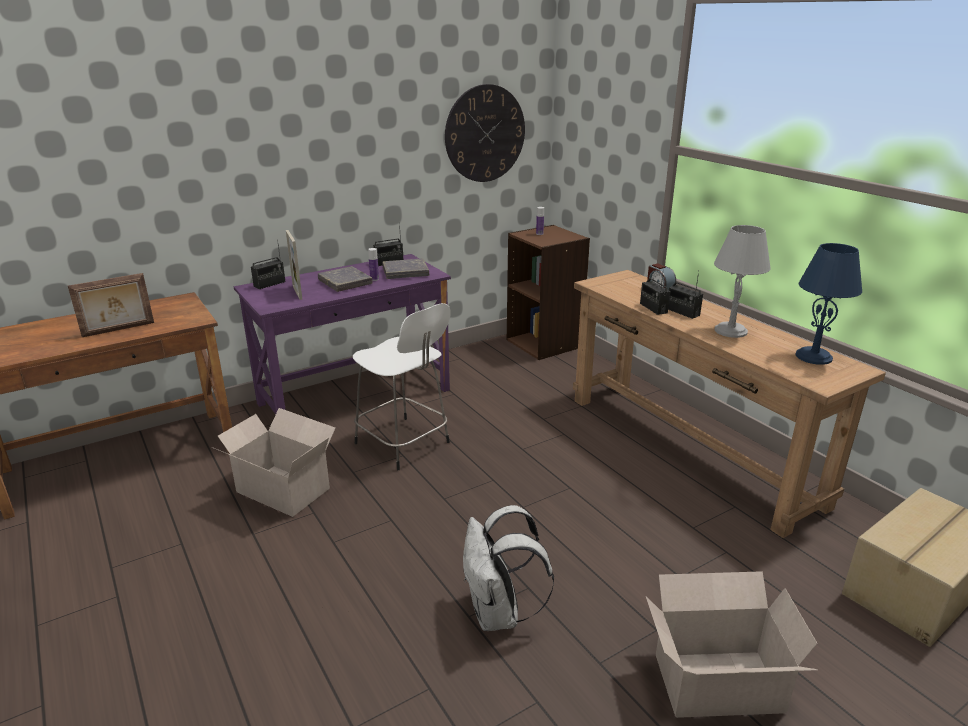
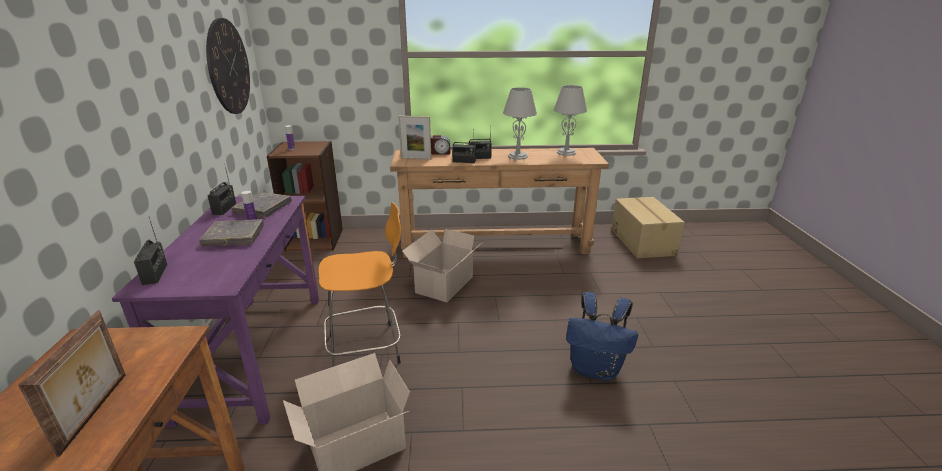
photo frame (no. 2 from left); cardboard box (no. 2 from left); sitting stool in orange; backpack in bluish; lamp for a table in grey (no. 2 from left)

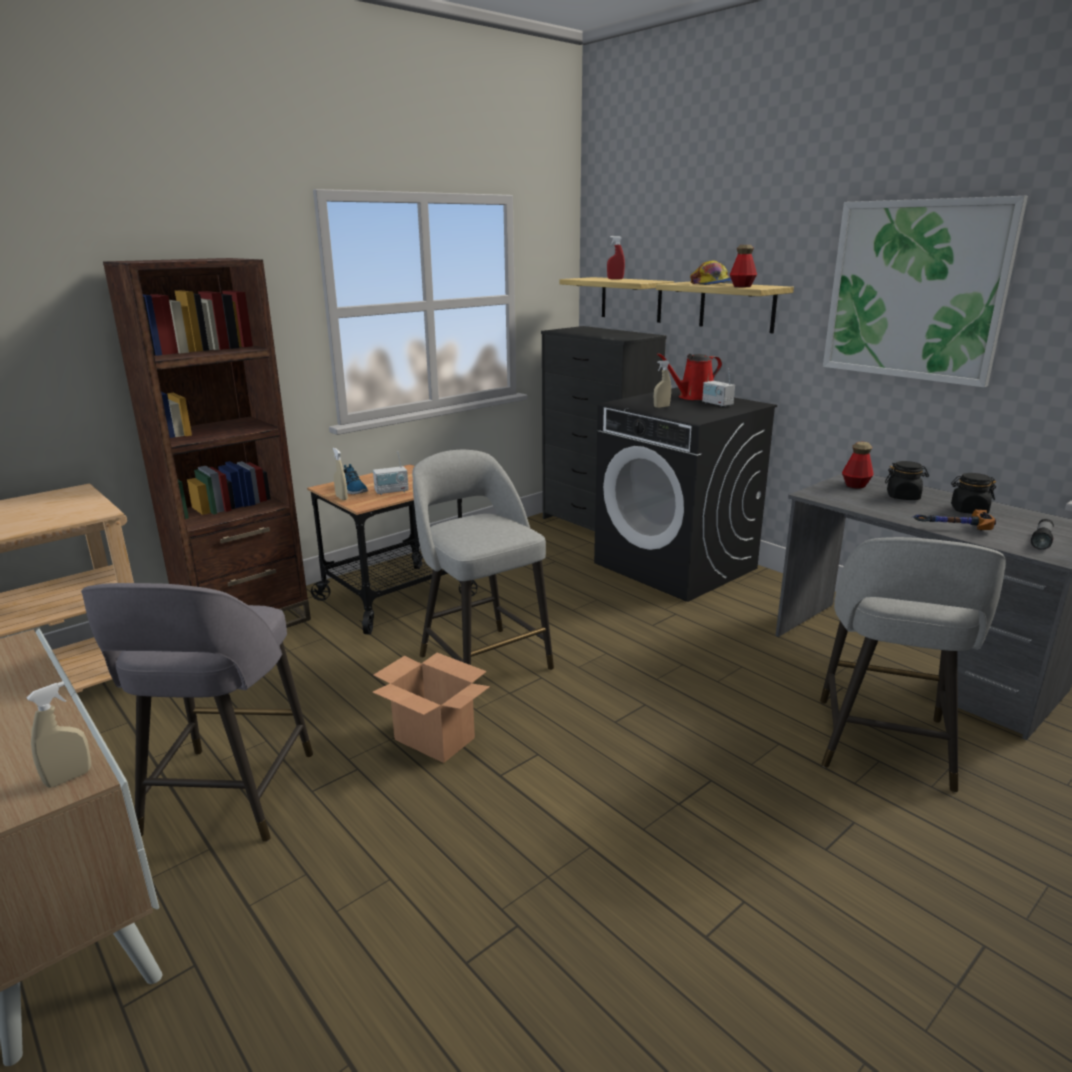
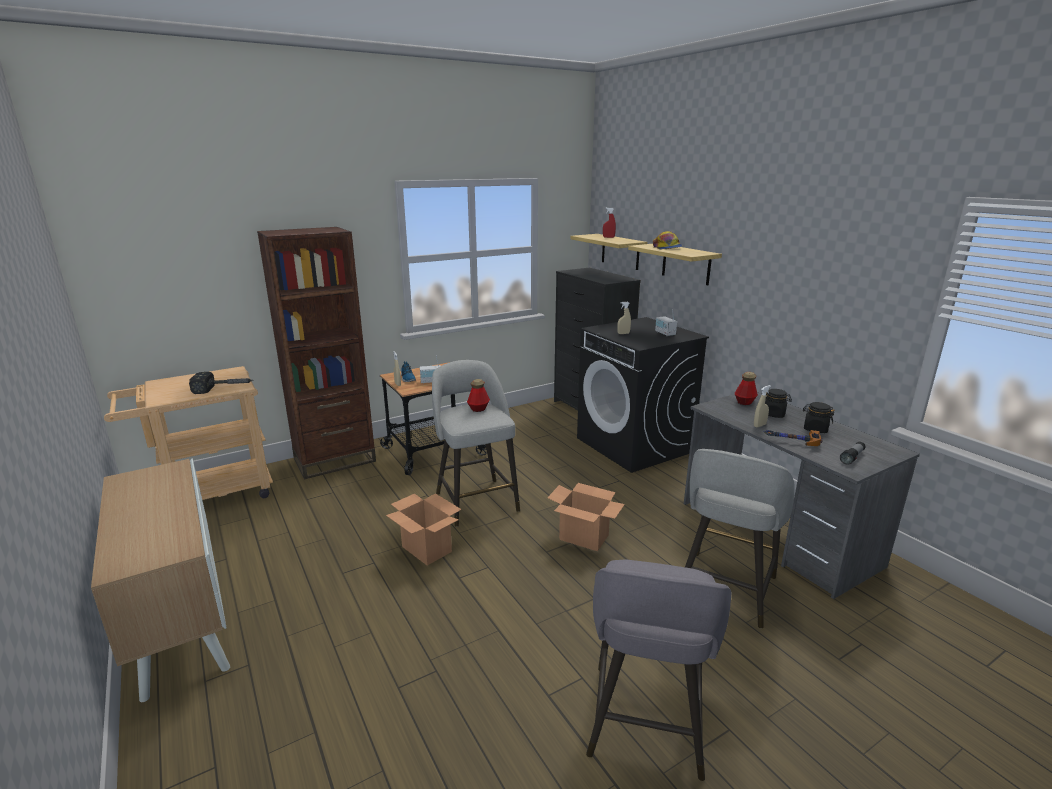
sprinkling can in red-coloured; wall picture; tool hammer (no. 1 from left); cardboard box (no. 2 from left); spray bottle in beige-coloured (no. 3 from left); sitting stool in grey (no. 2 from left); bottle (no. 1 from left)

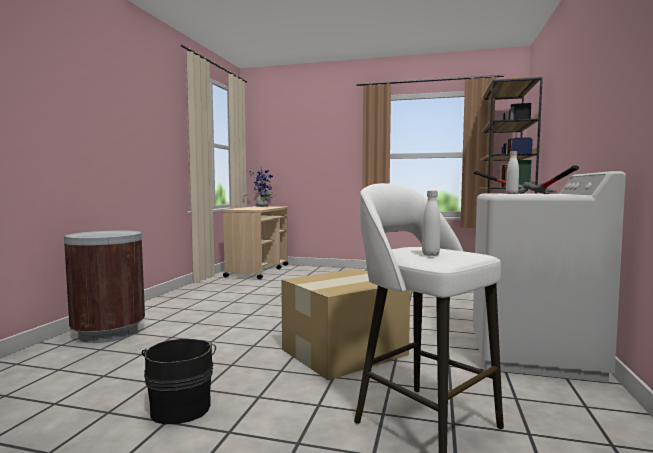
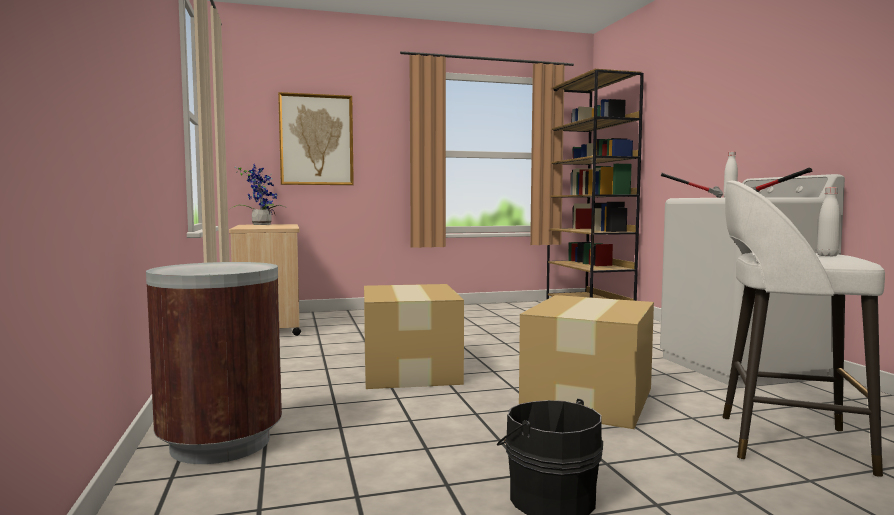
wall picture; cardboard box (no. 1 from left)

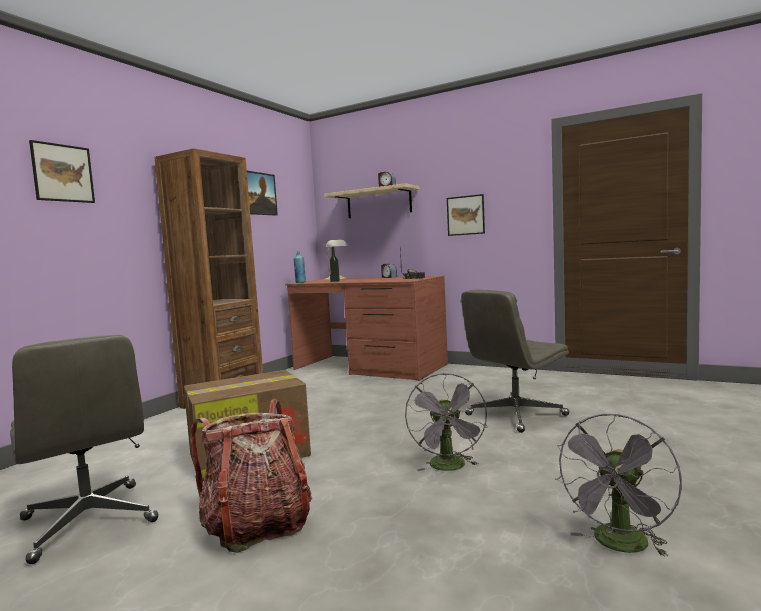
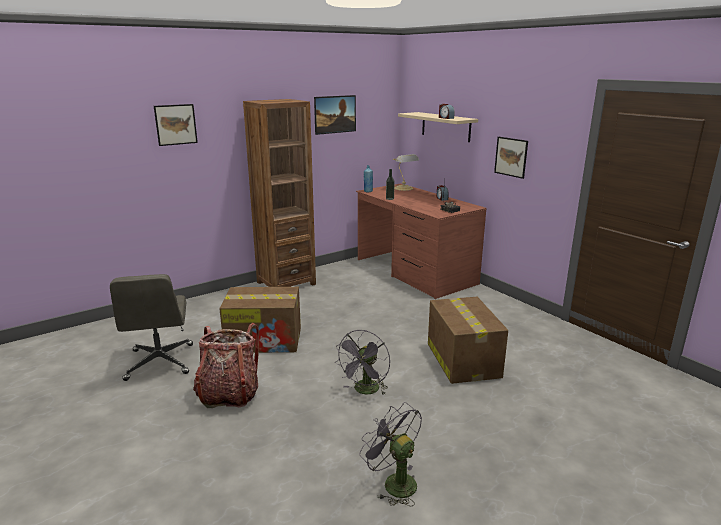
cardboard box (no. 2 from left); fan in grey (no. 2 from left)

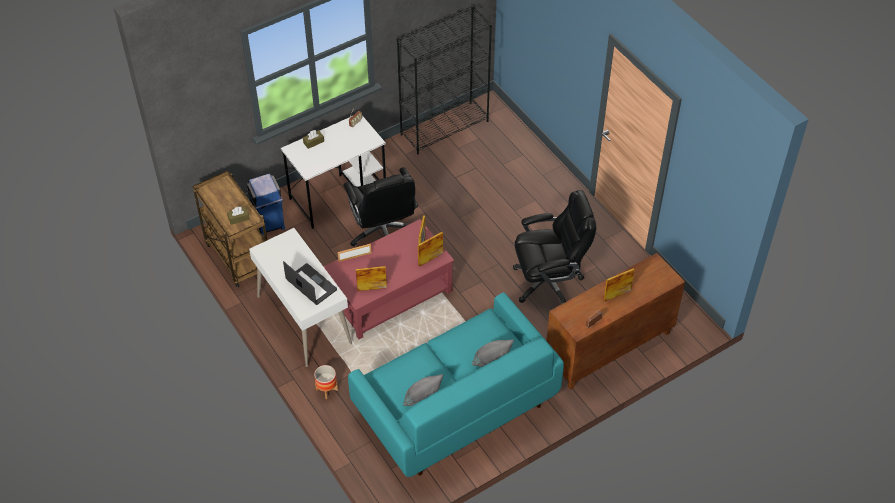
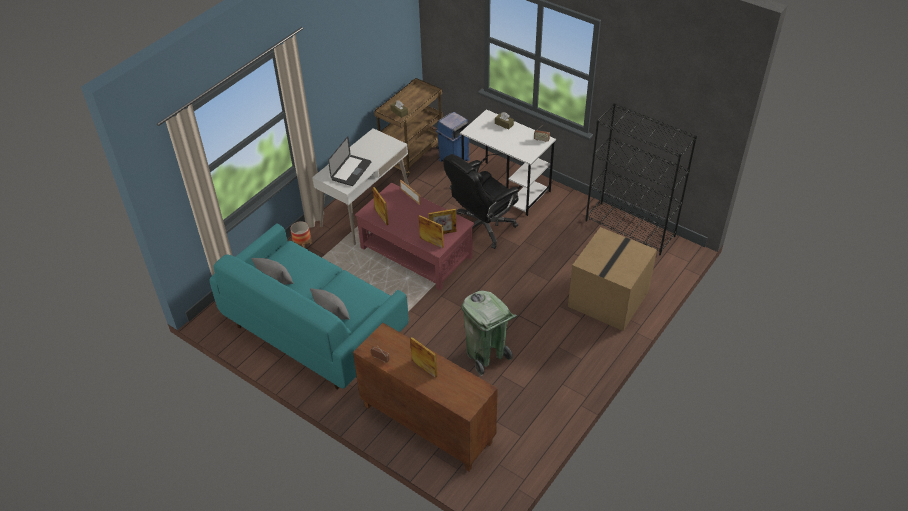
cardboard box; waste bin in greenish

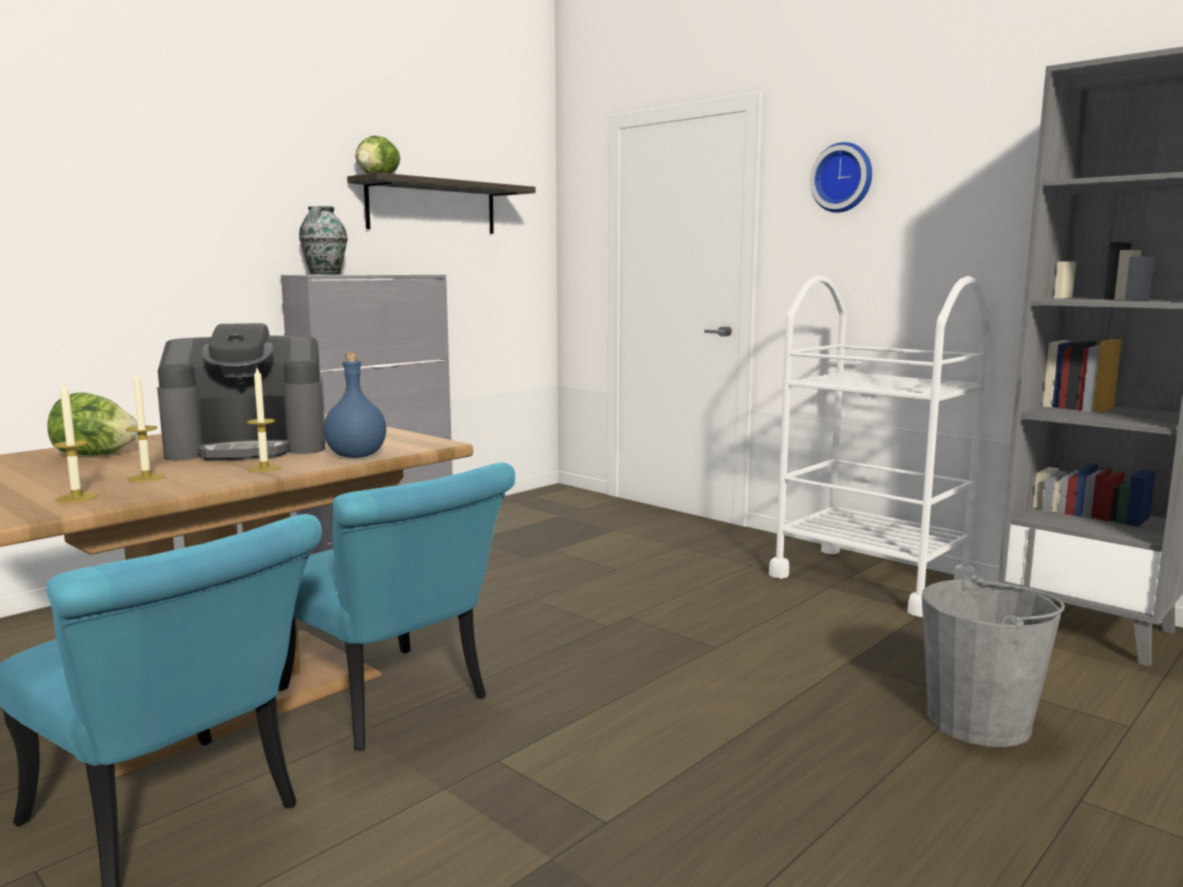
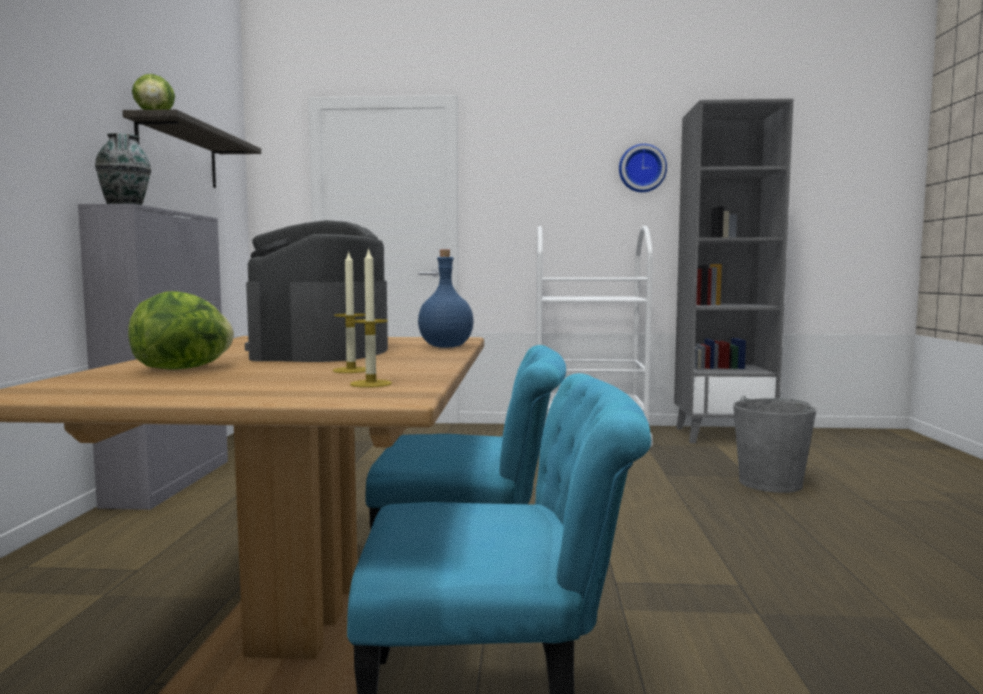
candle (no. 3 from left in the first image); hanging clock; coffee brewer

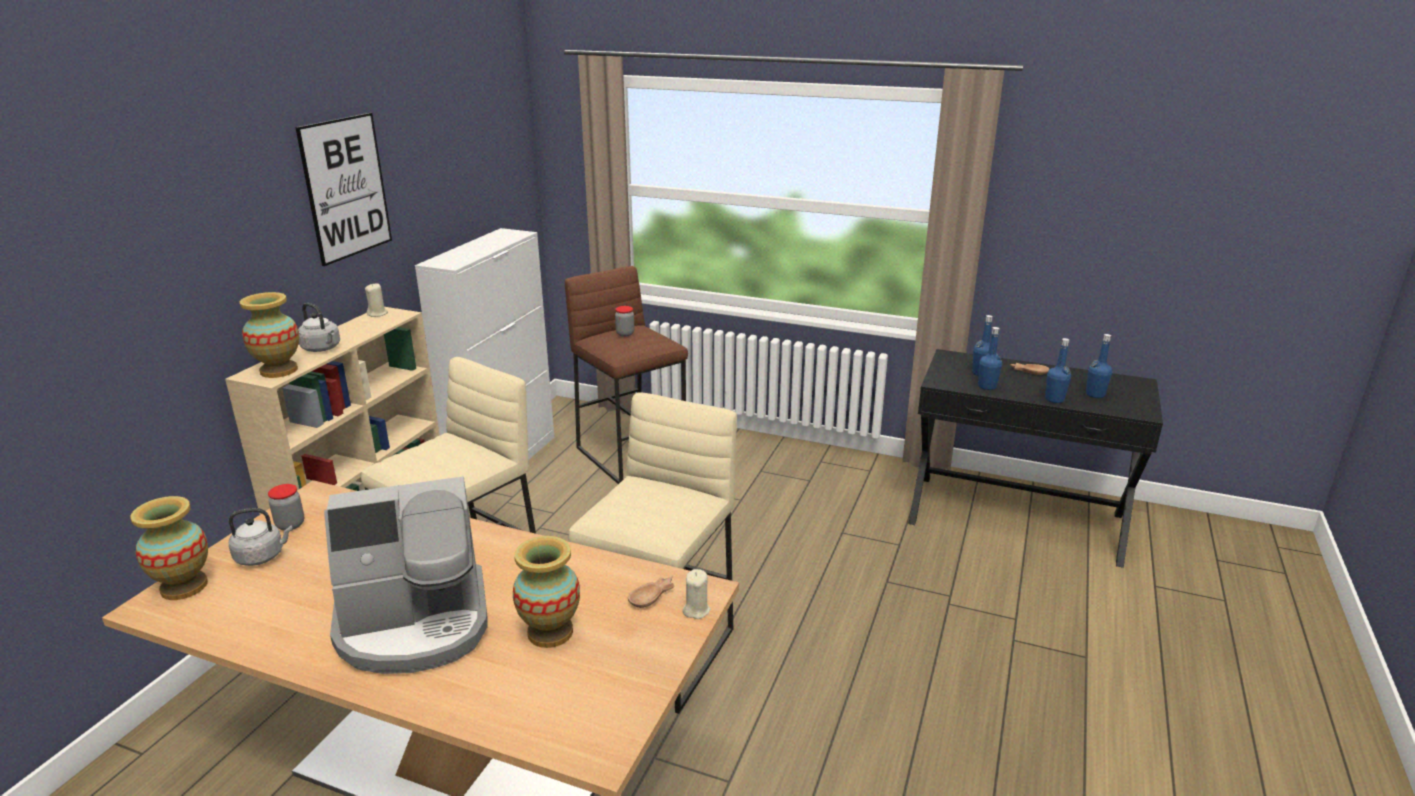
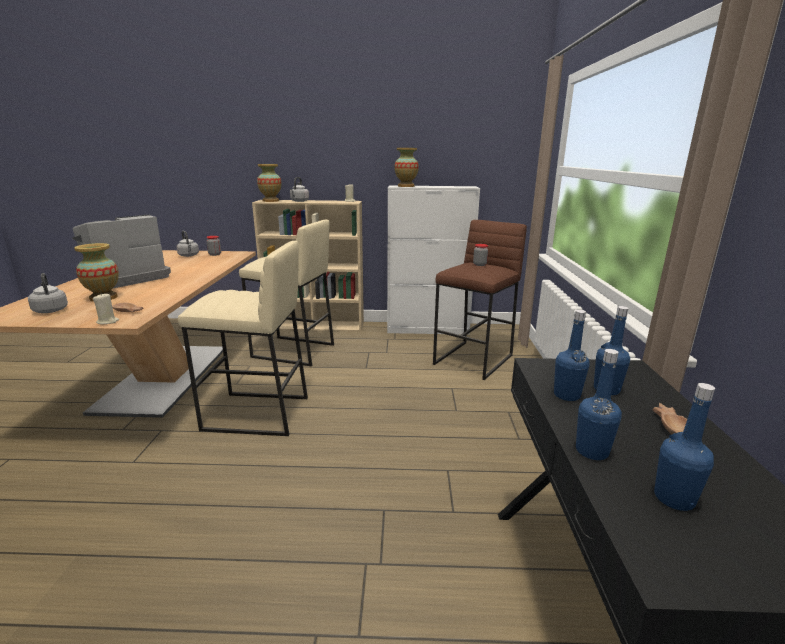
wall picture; water kettle in grey (no. 1 from left); flower vase (no. 3 from left); coffee brewer

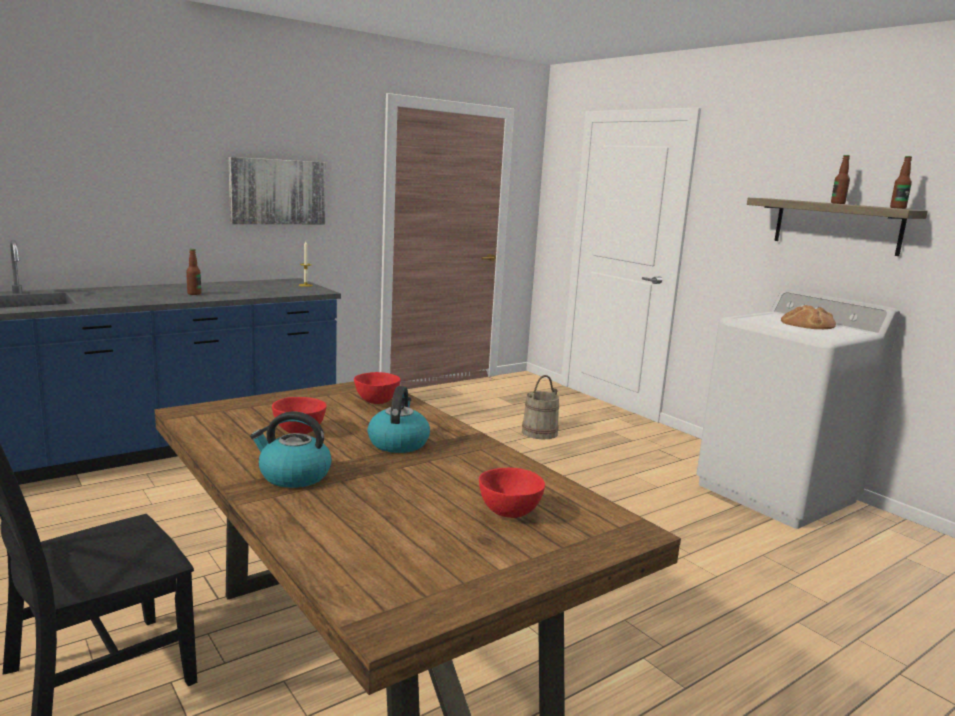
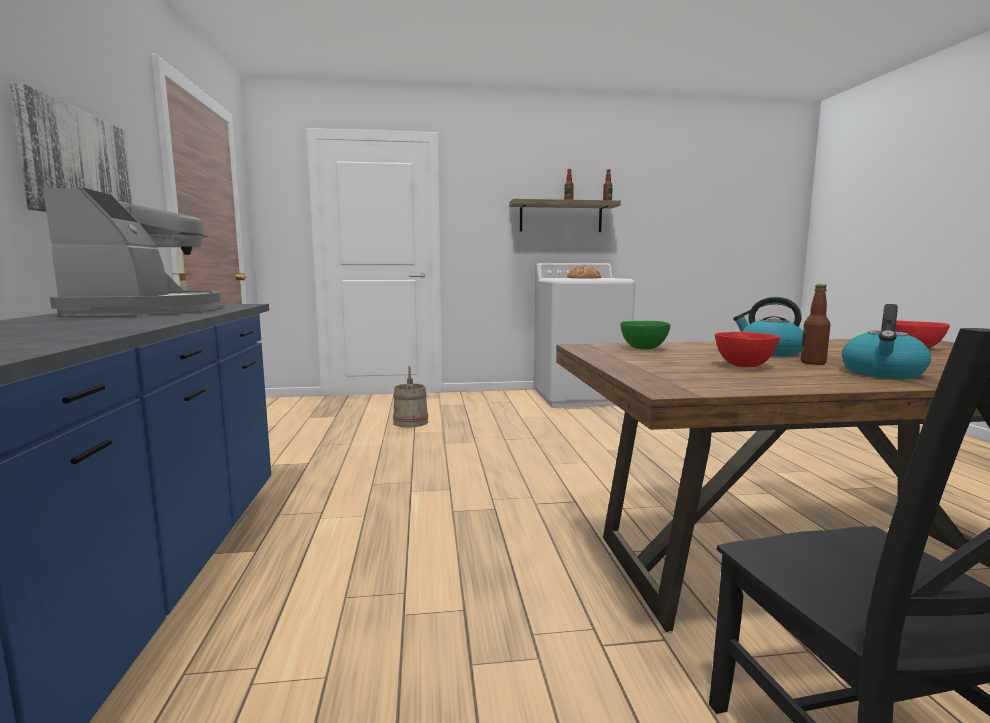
coffee brewer; bottle (no. 3 from left); deep dish in greenish

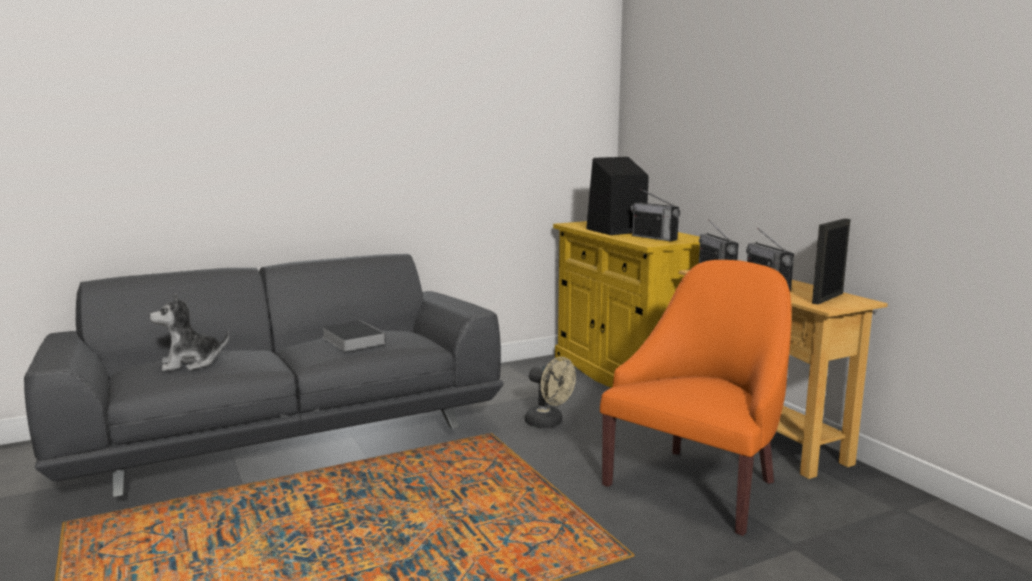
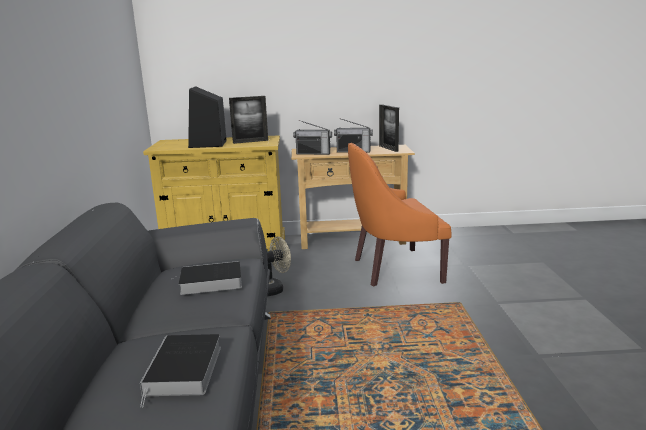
bound book (no. 1 from left); photo frame (no. 1 from left); easy chair in orange

